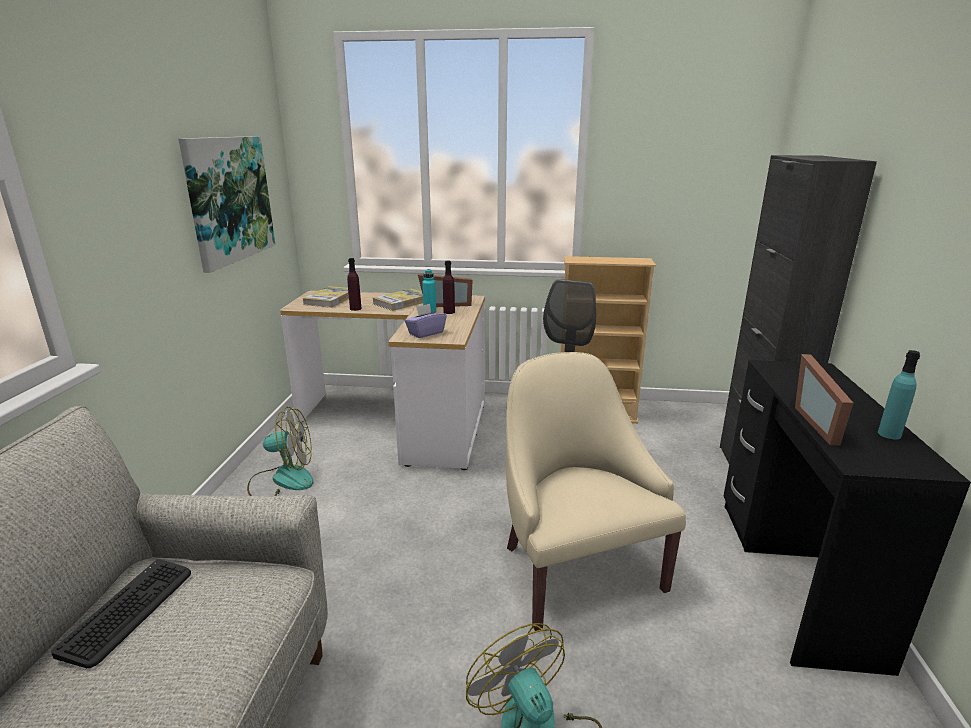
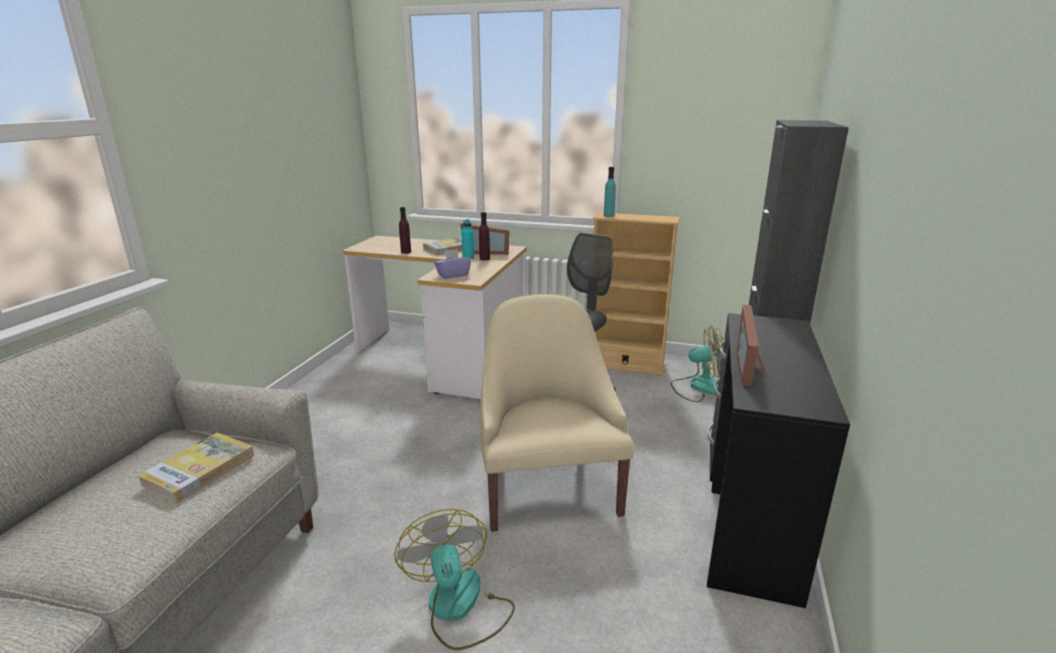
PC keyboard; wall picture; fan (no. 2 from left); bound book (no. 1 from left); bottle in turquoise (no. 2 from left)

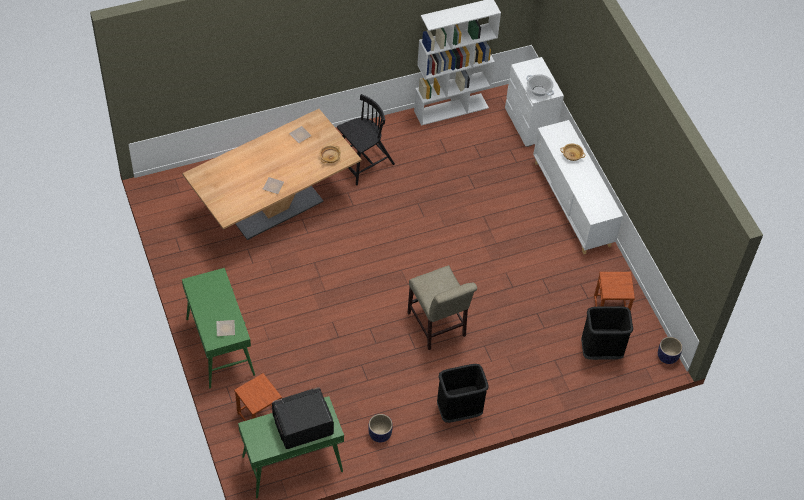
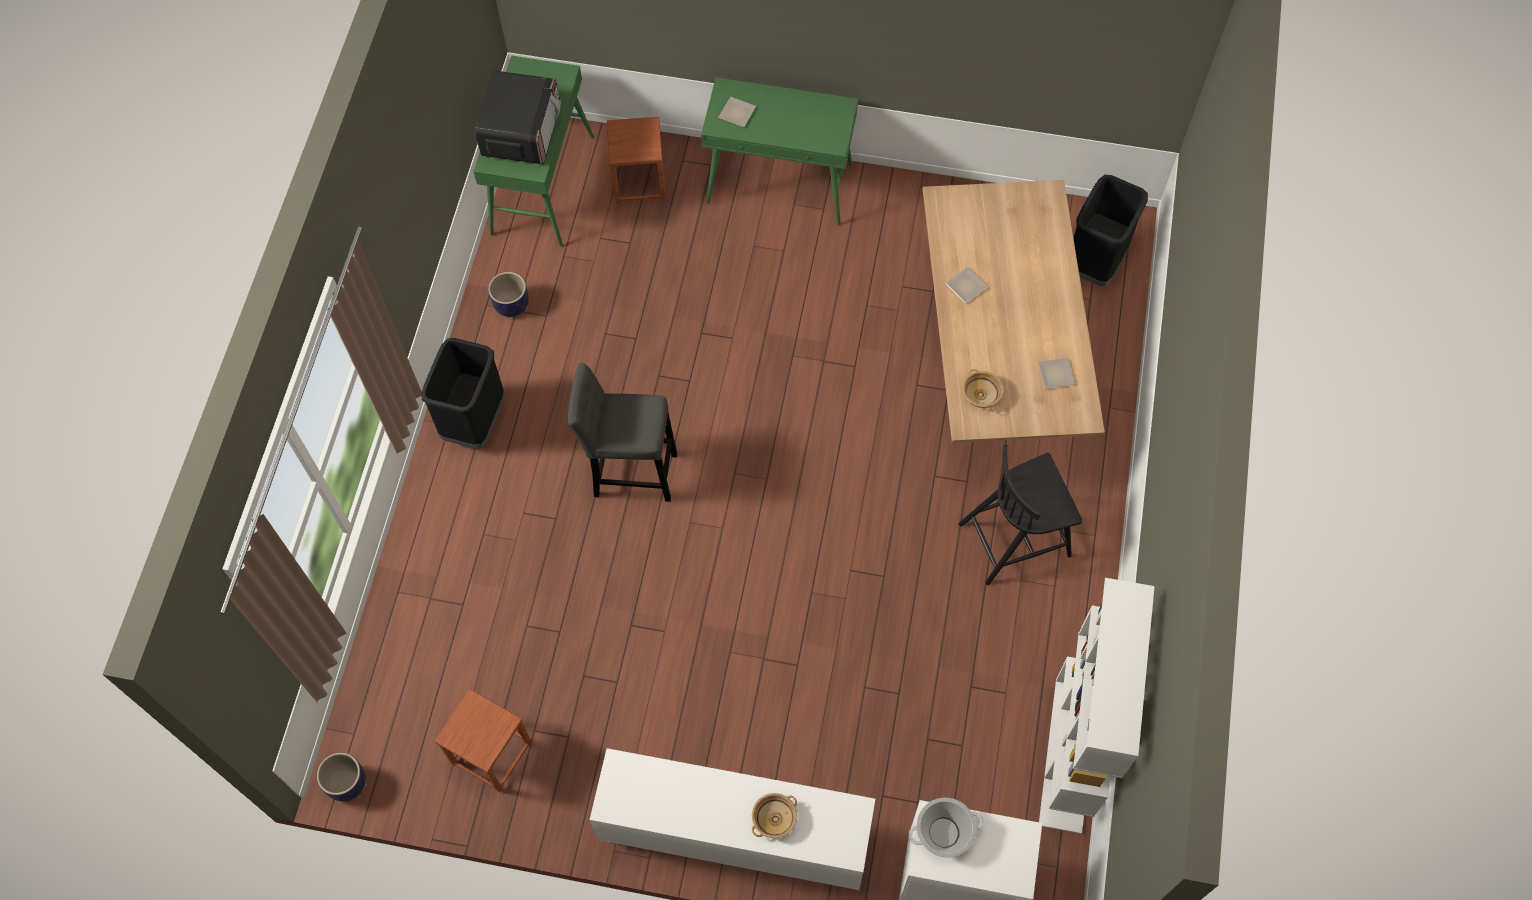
waste bin in blackish (no. 2 from left); sitting stool in grey; chair in blackish

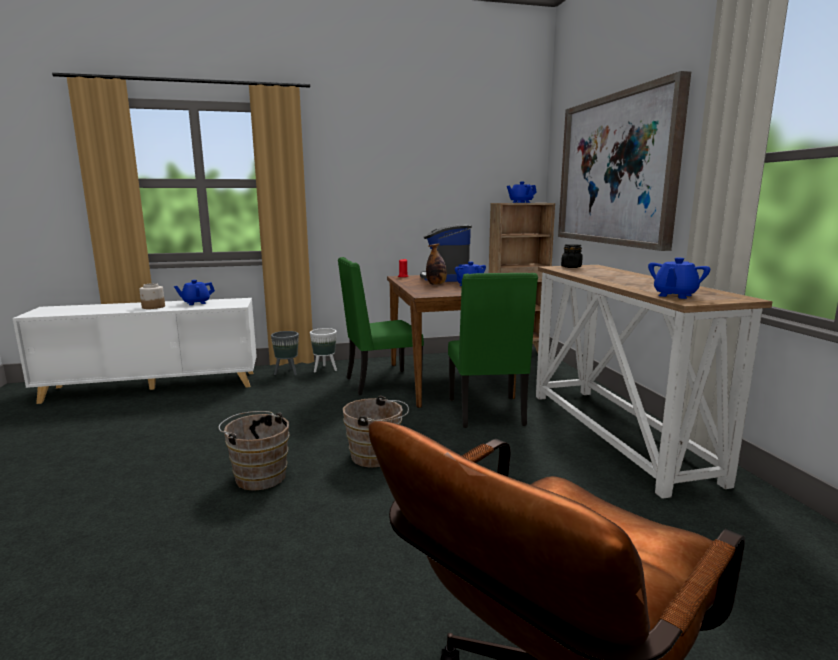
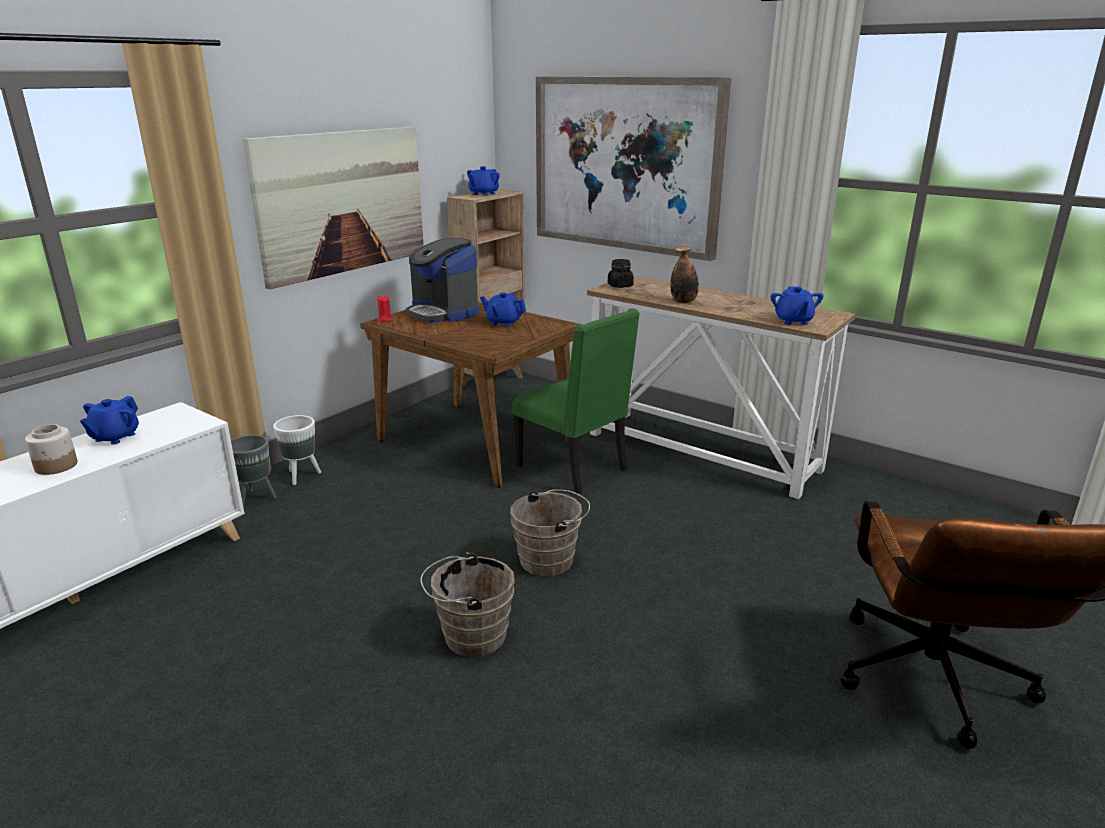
chair in greenish (no. 1 from left in the first image); wall picture (no. 1 from left); bottle

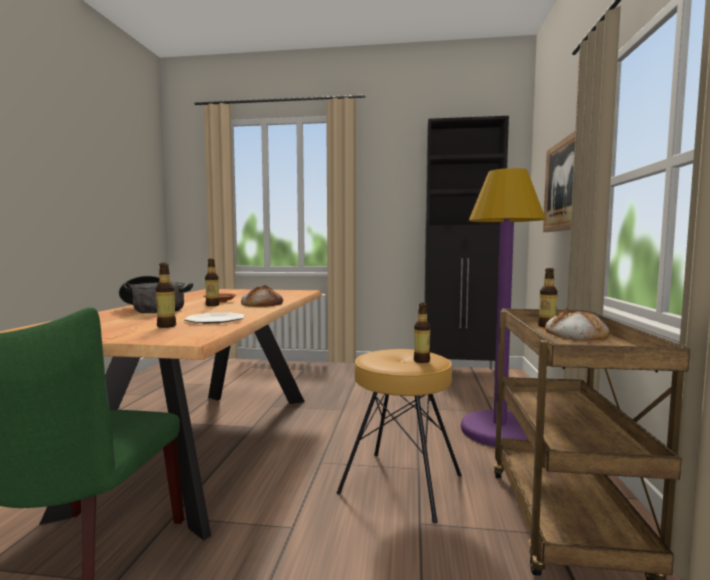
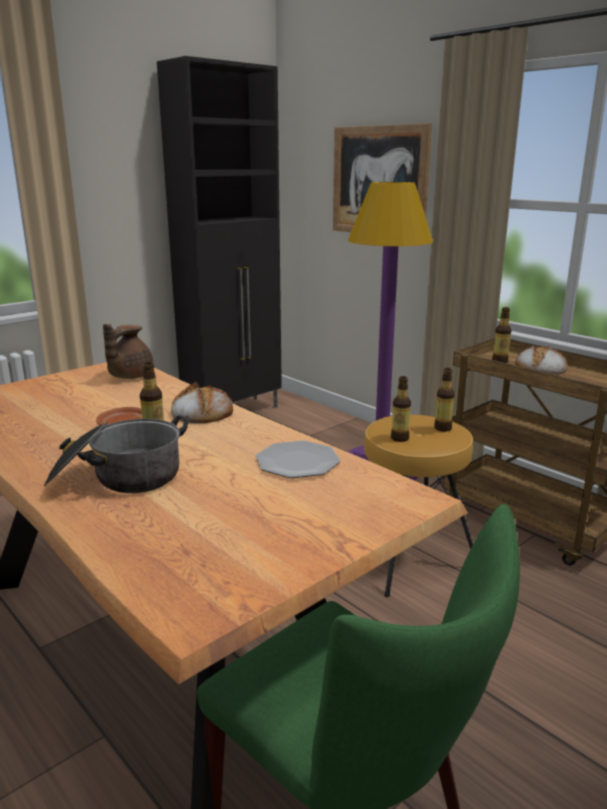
teapot in brown; bottle (no. 2 from left)

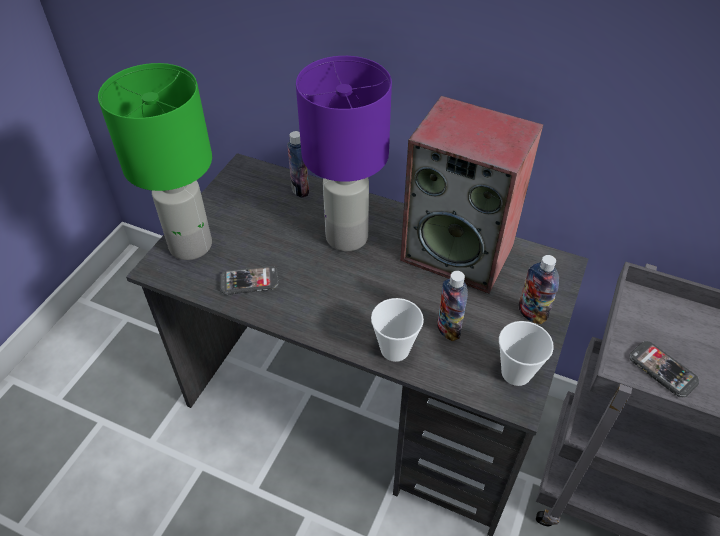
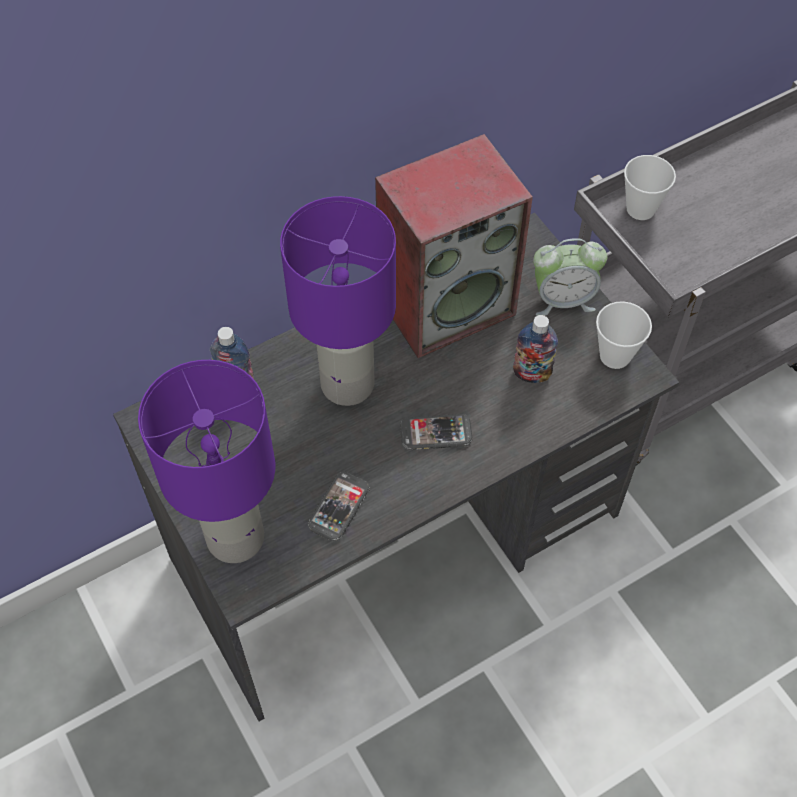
cup (no. 2 from left); telephone (no. 2 from left); alarm clock; lamp for a table in purplish (no. 1 from left)

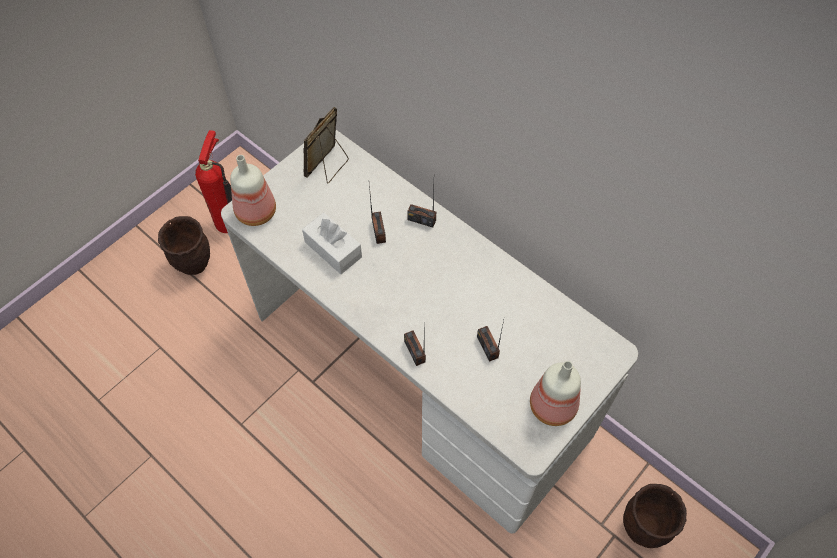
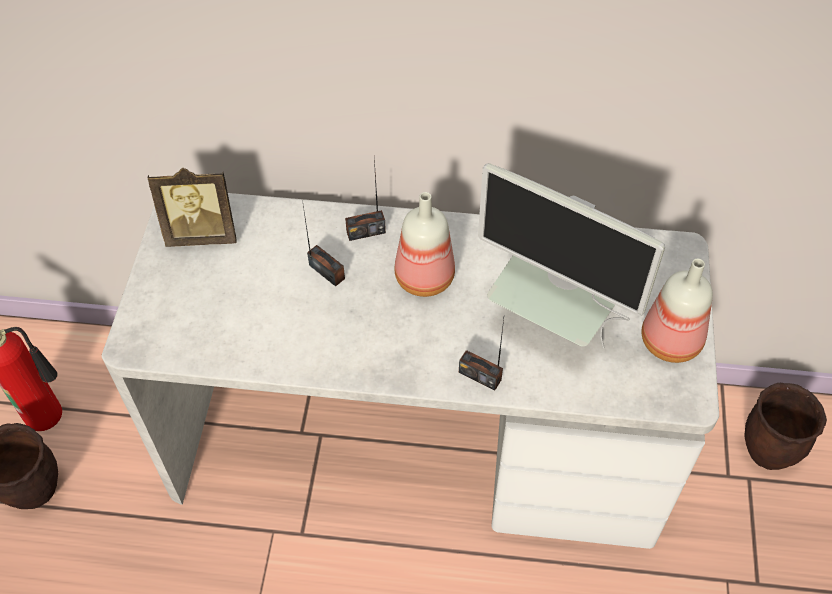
tissue holder in white; bottle (no. 1 from left); computer screen; photo frame

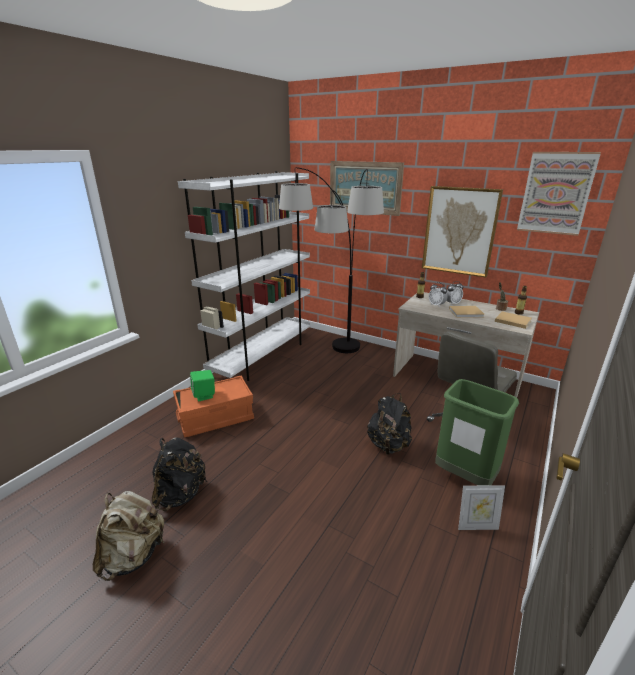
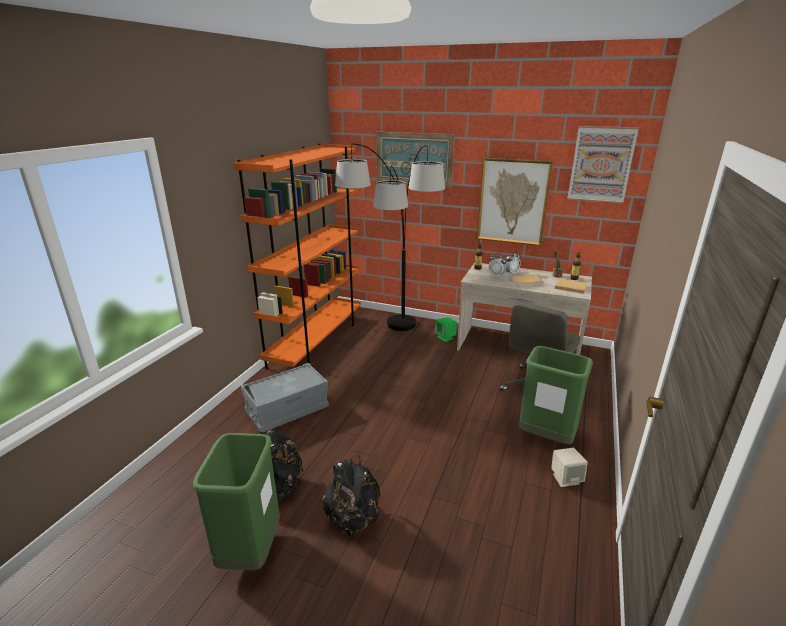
speaker in greenish; backpack in blackish (no. 2 from left); waste bin in greenish (no. 1 from left); speaker in beige-coloured; storage bin in grey; bookshelf in orange

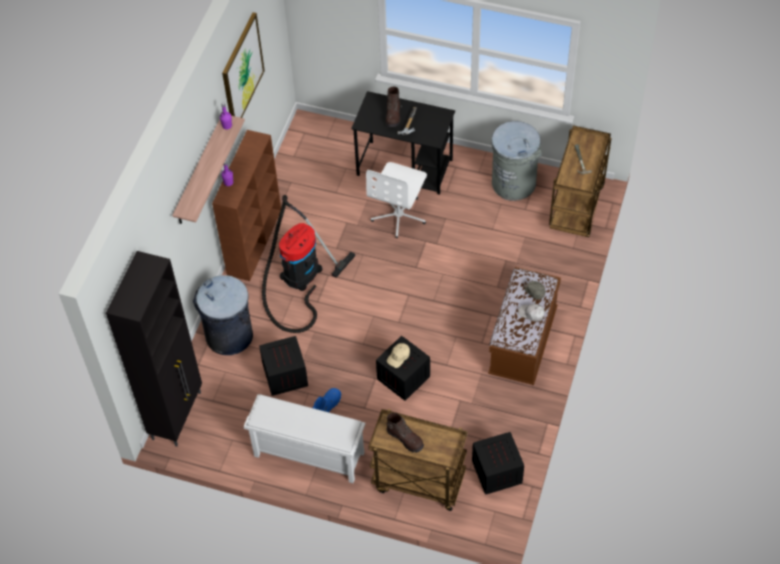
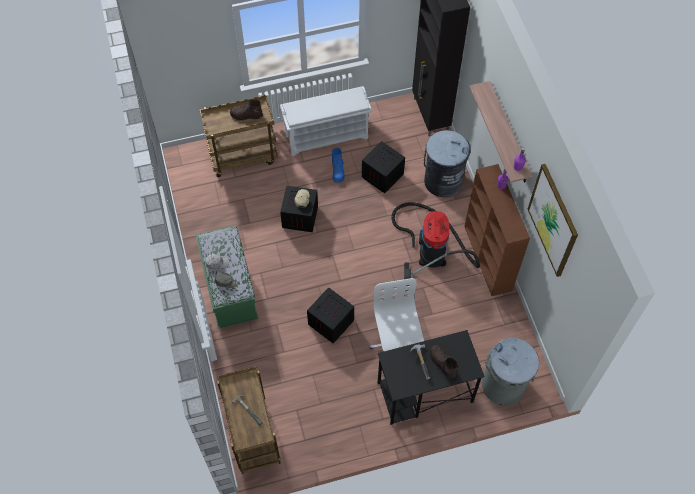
shipping crate (no. 2 from left); waste bin in grey (no. 2 from left); indoor bench in greenish

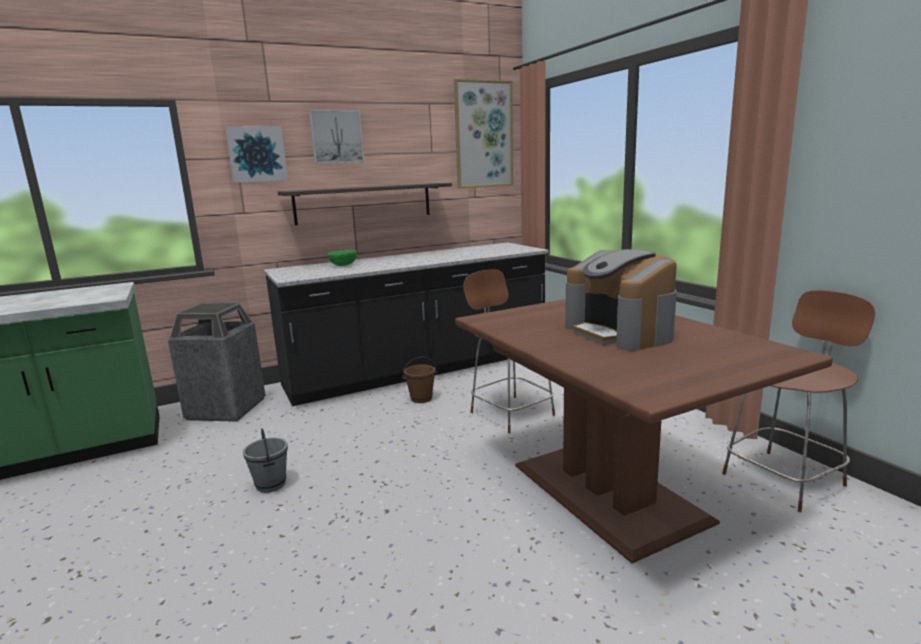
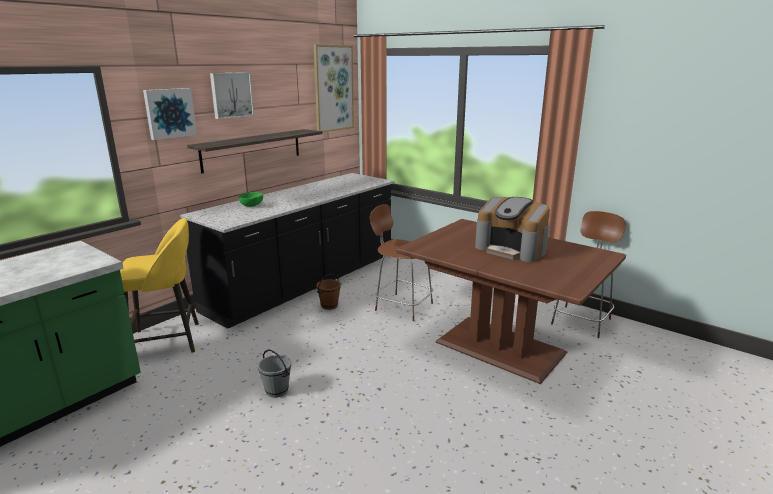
sitting stool in yellowish

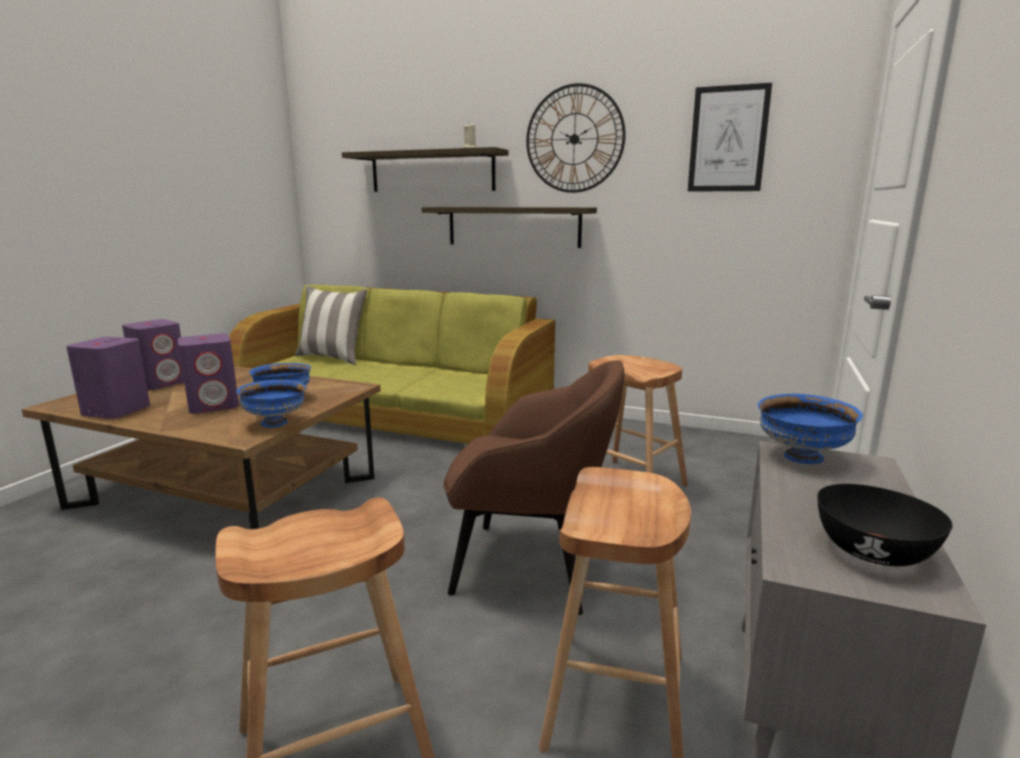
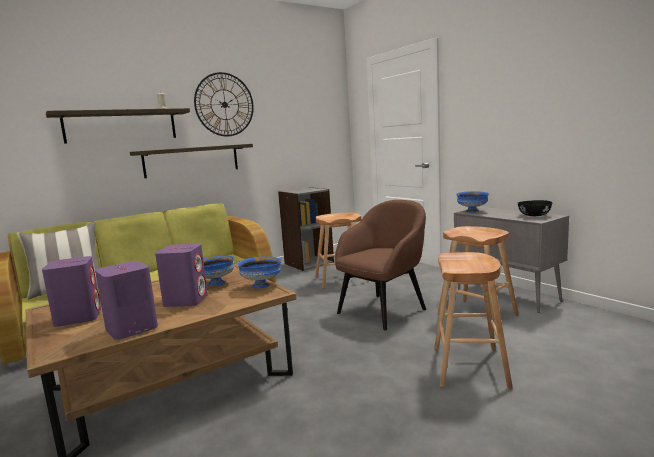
wall picture; bookshelf in grey

